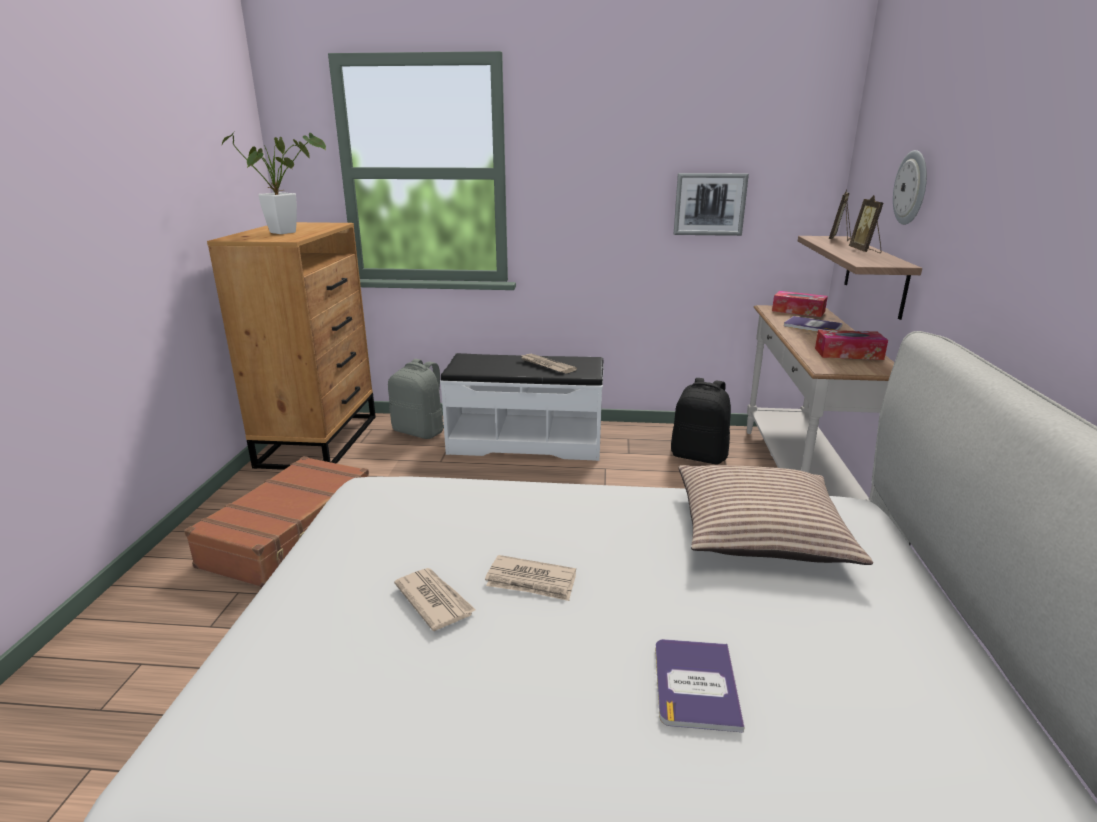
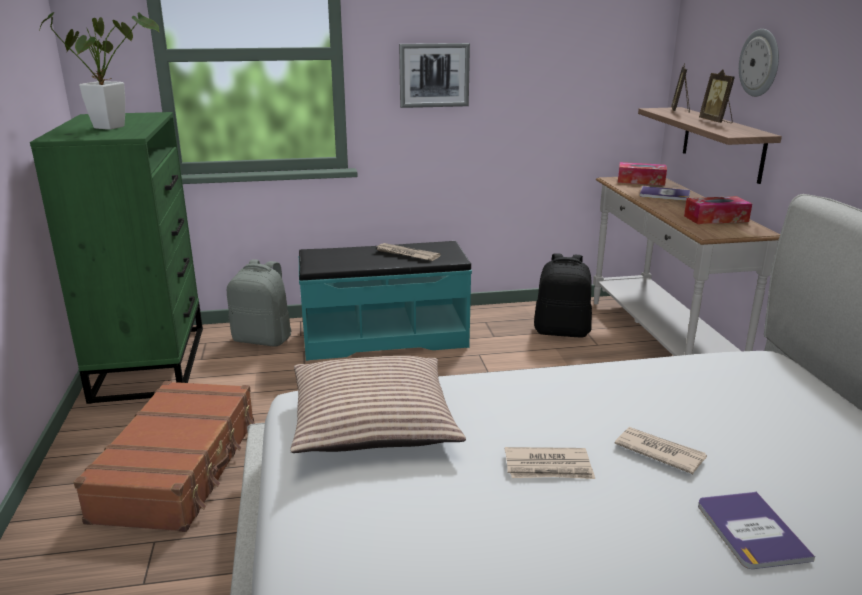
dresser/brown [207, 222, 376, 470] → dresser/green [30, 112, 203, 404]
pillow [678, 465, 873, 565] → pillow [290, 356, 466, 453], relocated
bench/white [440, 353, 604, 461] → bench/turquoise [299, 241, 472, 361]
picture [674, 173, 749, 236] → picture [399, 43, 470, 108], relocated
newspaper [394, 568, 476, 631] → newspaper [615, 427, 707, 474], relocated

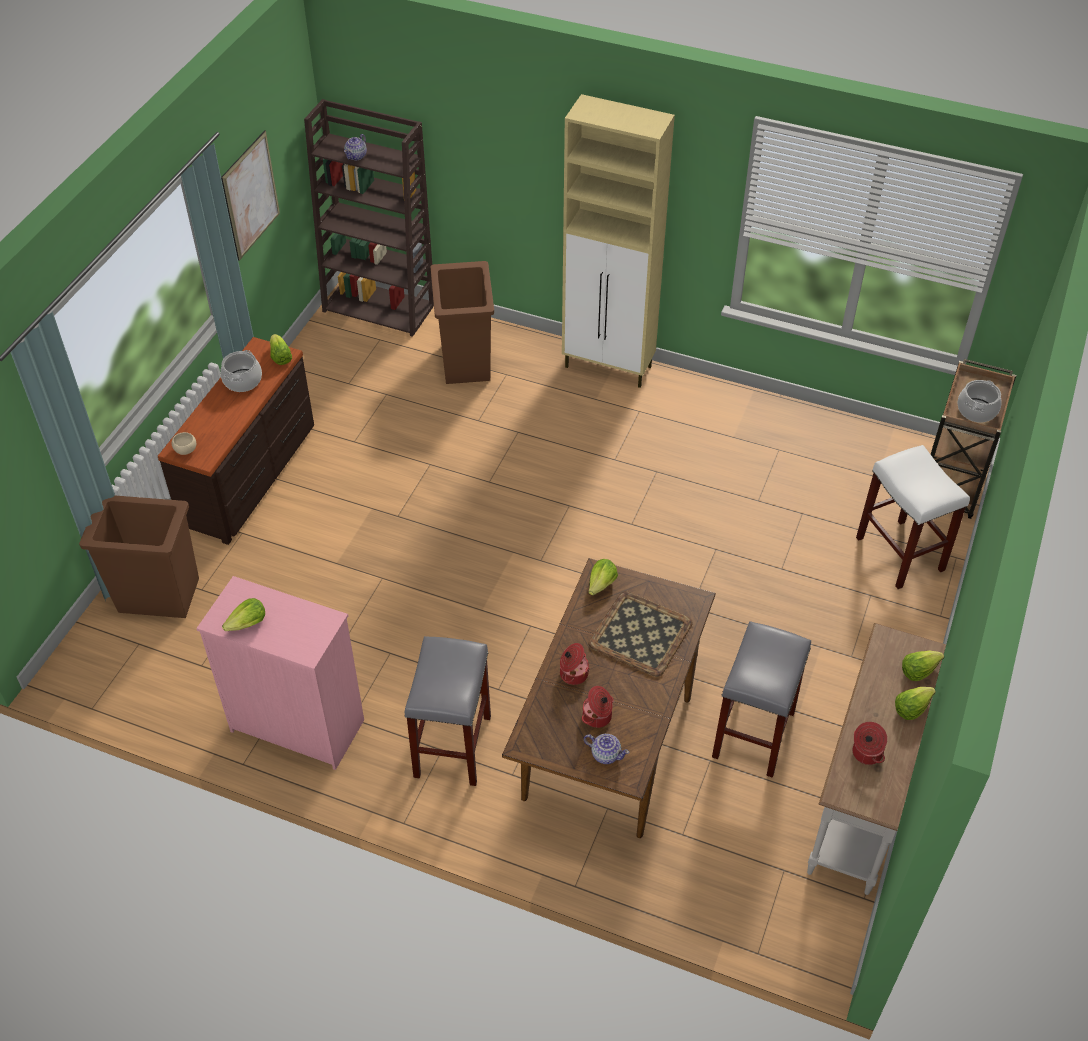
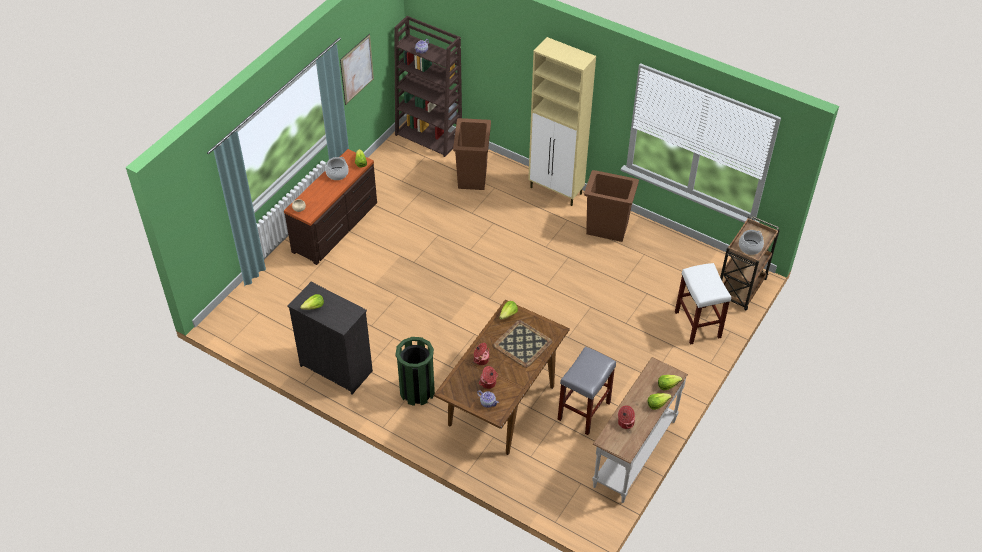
dresser/pink [196, 576, 364, 770] → dresser/black [288, 282, 373, 394]
stool/grey [404, 636, 491, 786] → trash can/green [395, 337, 435, 406]
trash can/brown [79, 496, 199, 618] → trash can/brown [584, 170, 639, 242], relocated

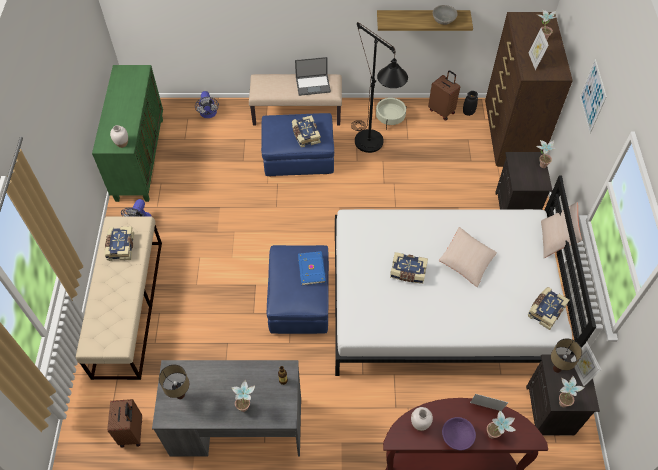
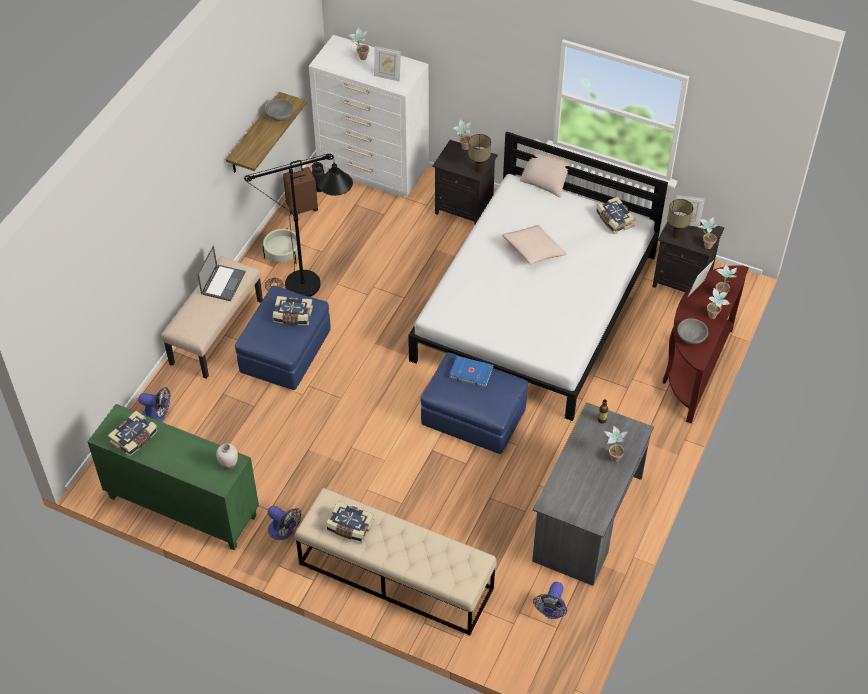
book [390, 252, 428, 284] → book [108, 411, 158, 457], relocated
dresser/brown [485, 12, 573, 167] → dresser/white [309, 35, 429, 198]
table lamp [159, 365, 189, 399] → table lamp [468, 134, 491, 173], relocated
suitcase/brown [107, 399, 142, 448] → fan [533, 582, 567, 619]
vase/white [411, 407, 433, 431] → bowl/grey [677, 318, 708, 344]
bowl/purple [442, 417, 476, 450] → potted plant [707, 288, 730, 319]
picture [580, 59, 607, 134] → -

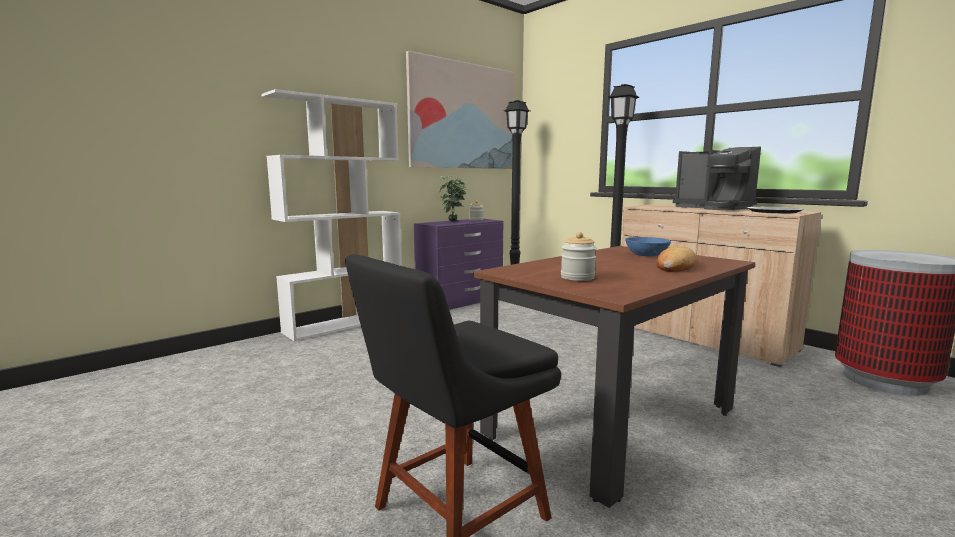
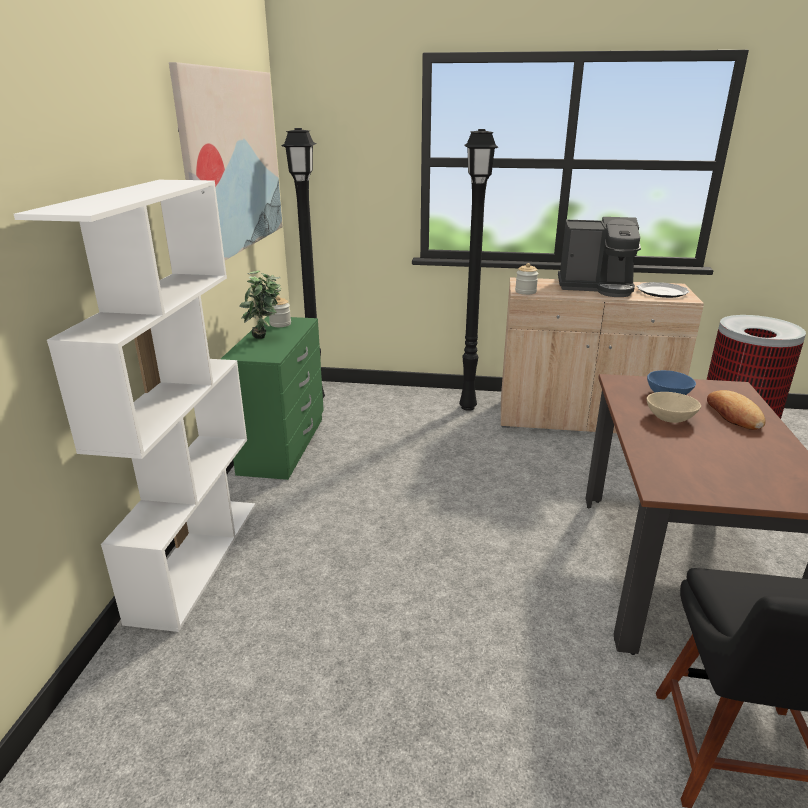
dresser/purple [414, 219, 503, 310] → dresser/green [221, 316, 324, 480]
jar [561, 232, 596, 281] → jar [515, 263, 538, 295], relocated
- → bowl/beige [647, 392, 701, 423]

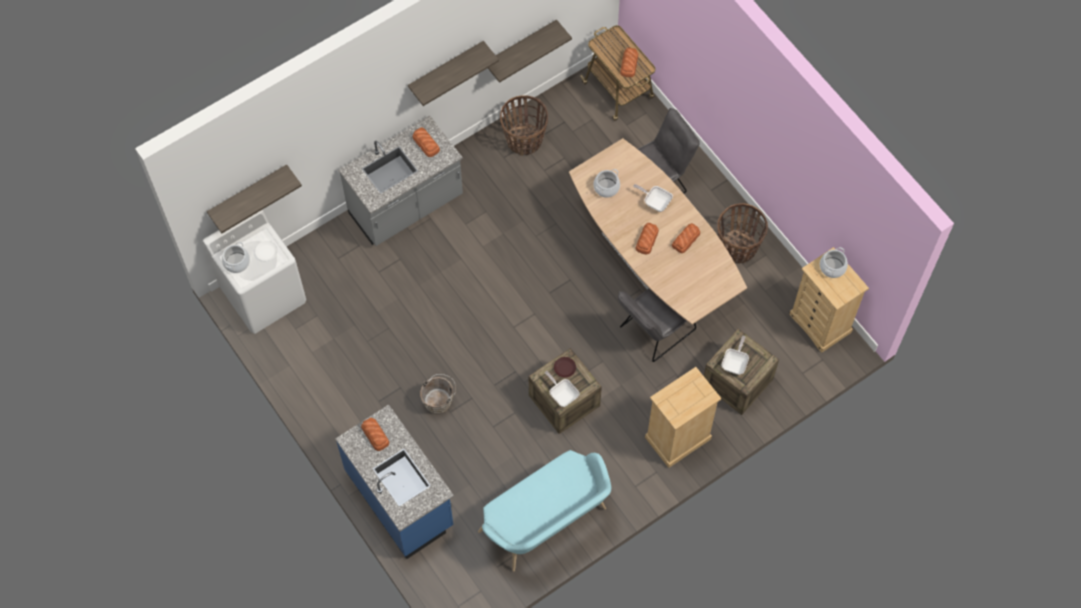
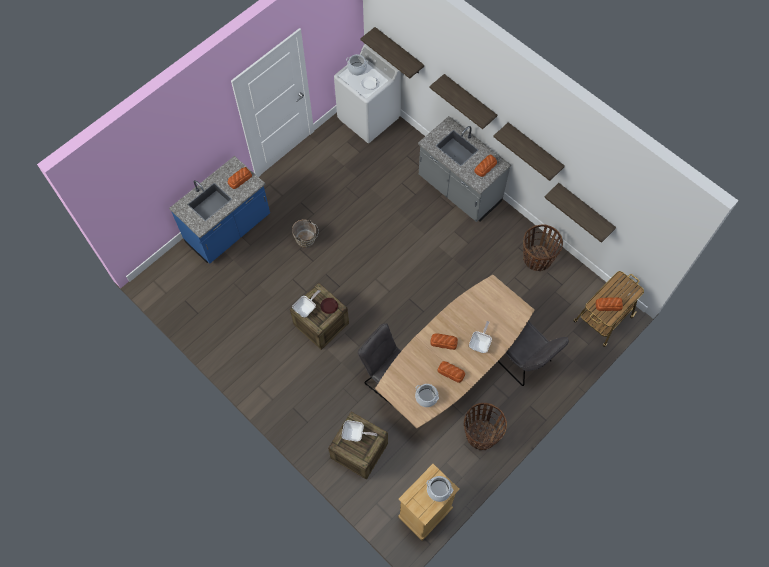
cooking pot [593, 169, 620, 198] → cooking pot [415, 384, 439, 407], relocated
- → shelf [429, 74, 497, 129]
bench/turquoise [478, 450, 611, 572] → -
dresser/beige [645, 367, 722, 468] → -

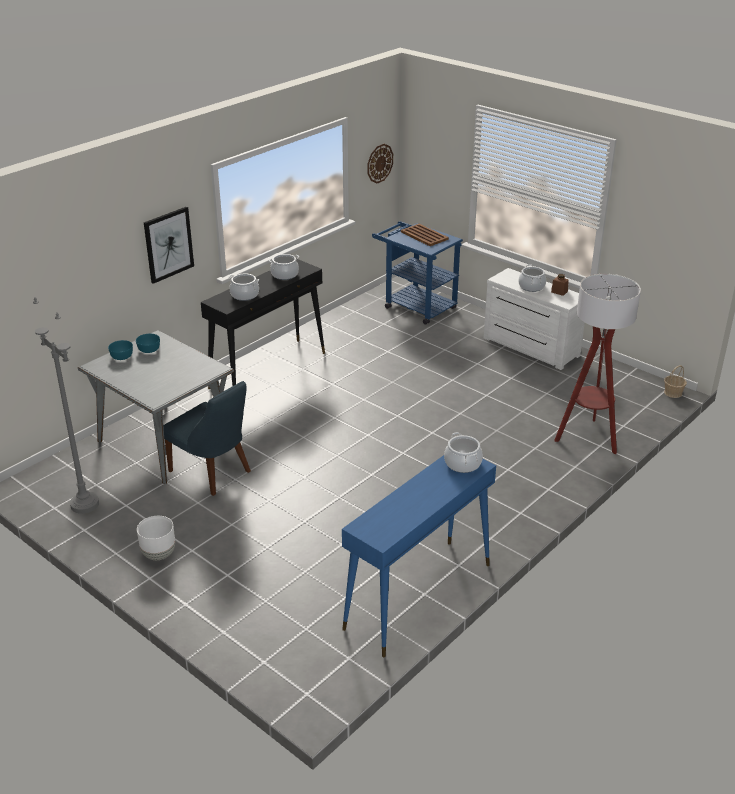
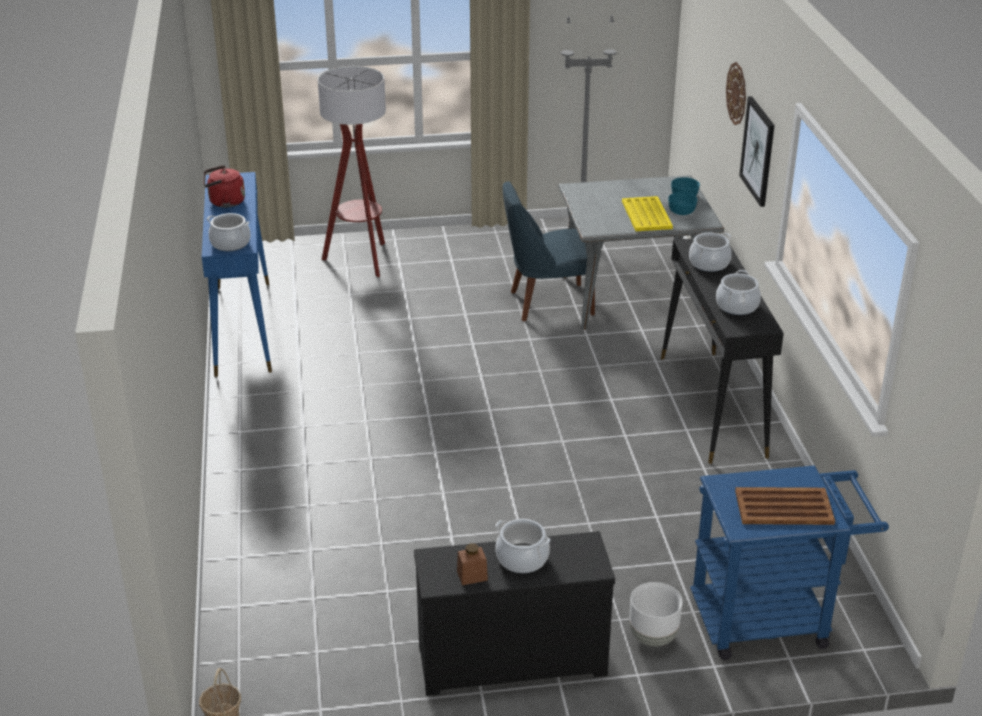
- → kettle/red [204, 165, 245, 208]
floor lamp [554, 274, 641, 454] → floor lamp [318, 66, 386, 277], relocated
dresser/white [484, 268, 585, 370] → dresser/black [414, 531, 615, 696]
- → tray/yellow [622, 196, 673, 231]
planter/white [137, 516, 175, 560] → planter/white [629, 582, 683, 647], relocated
wall clock [368, 144, 393, 184] → wall clock [726, 62, 746, 125], relocated

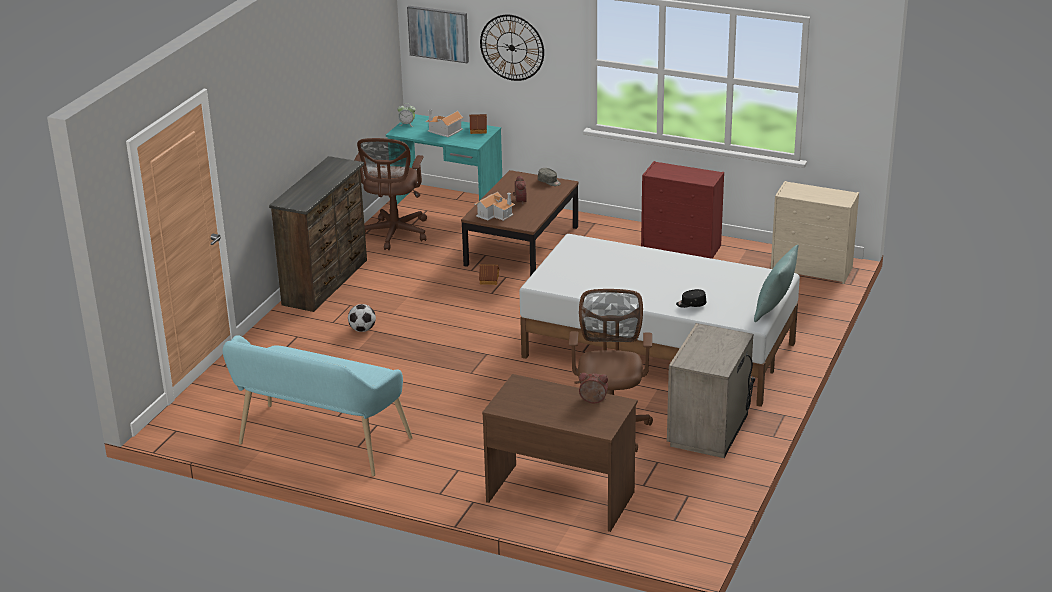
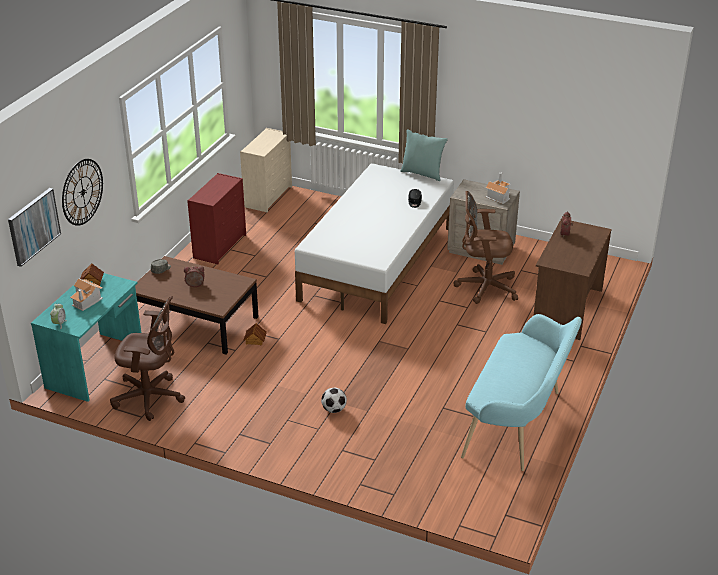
toy house [474, 192, 515, 221] → toy house [485, 172, 511, 204], relocated
dresser/brown [269, 156, 367, 312] → -

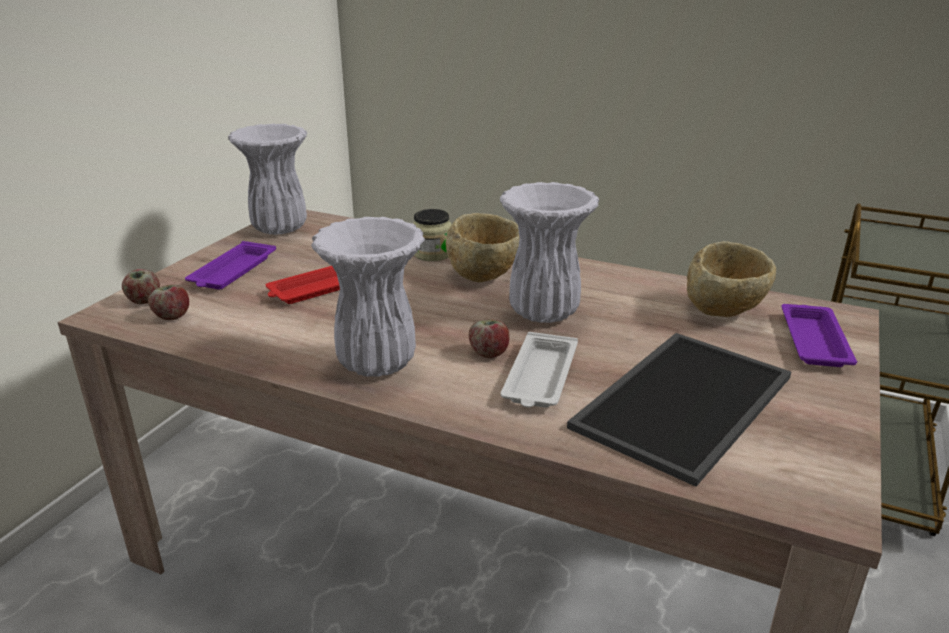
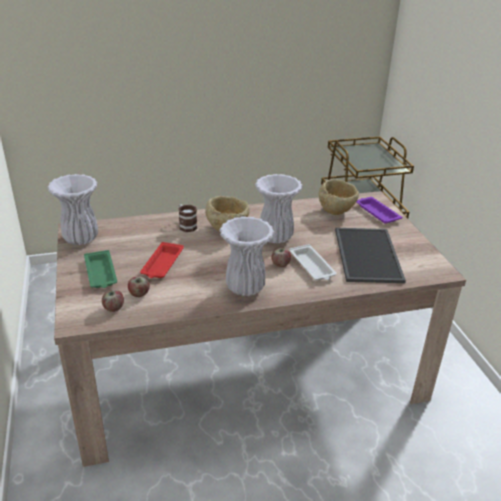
tray/purple [185, 241, 276, 289] → tray/green [84, 250, 117, 288]
apple [122, 269, 160, 304] → apple [128, 276, 150, 297], relocated
jar [413, 209, 452, 261] → mug [178, 204, 197, 232]

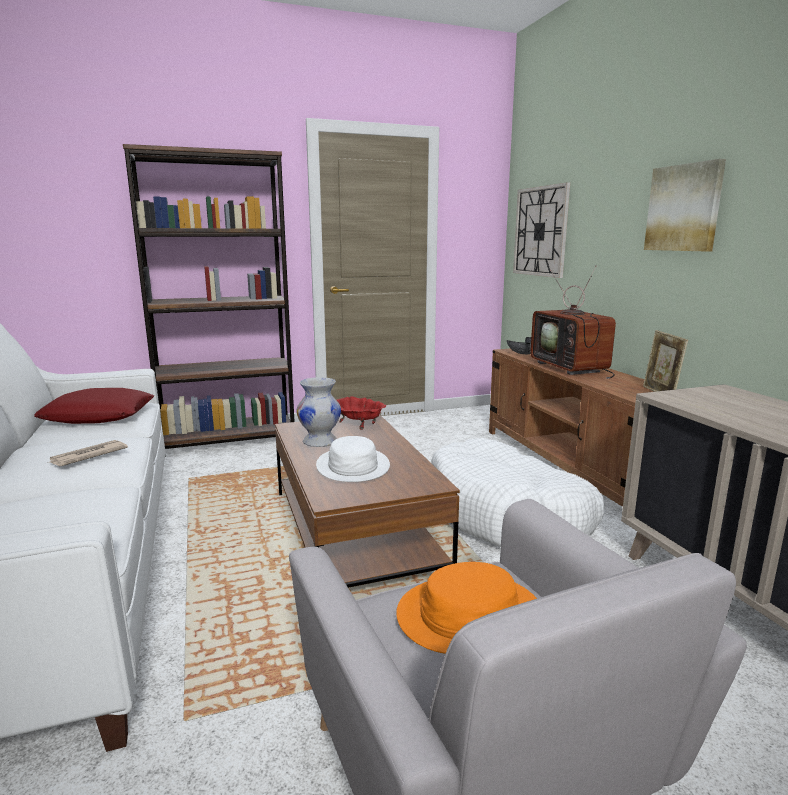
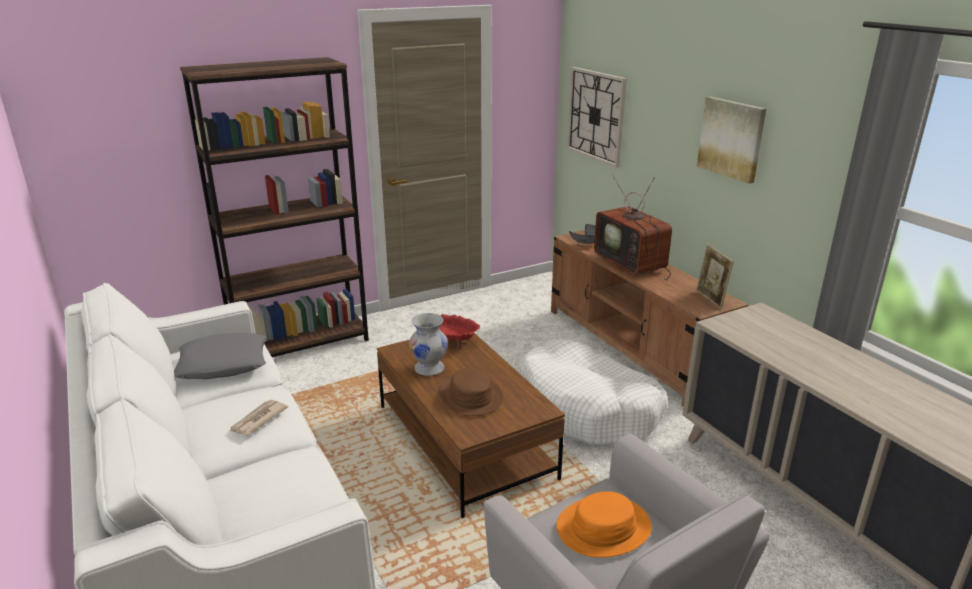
pillow/red [34, 388, 154, 424] → pillow/grey [174, 333, 267, 379]
hat/white [316, 436, 390, 482] → hat/brown [439, 369, 503, 416]

